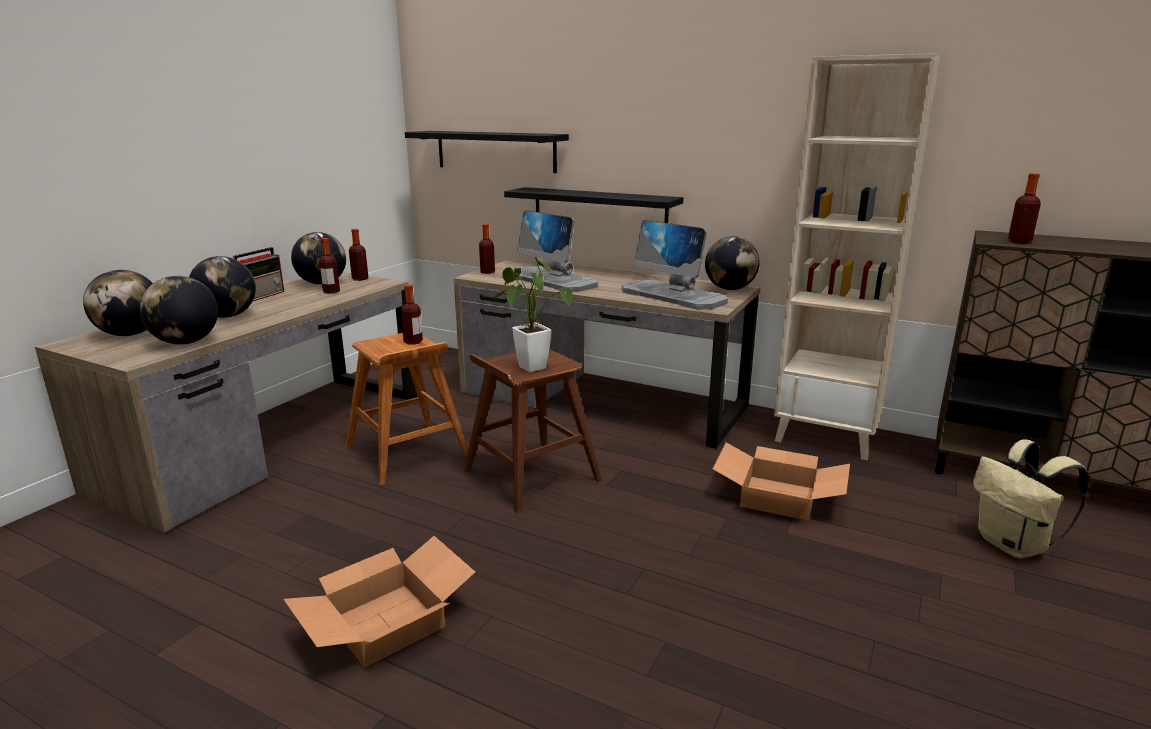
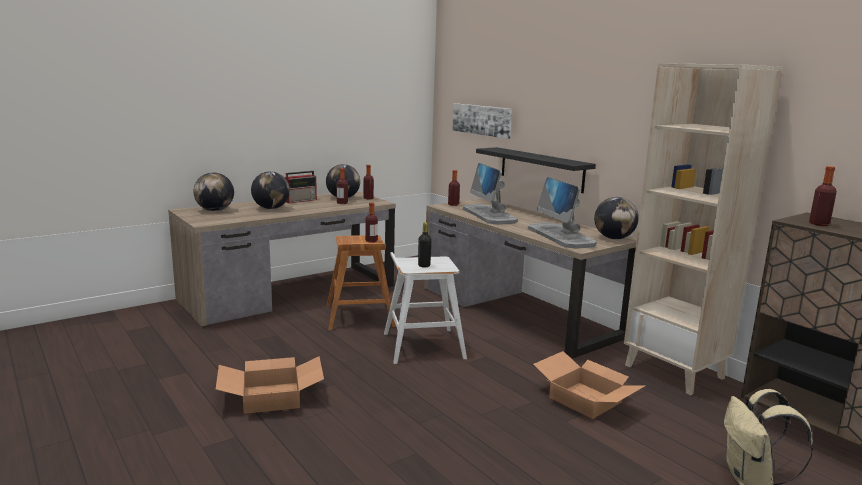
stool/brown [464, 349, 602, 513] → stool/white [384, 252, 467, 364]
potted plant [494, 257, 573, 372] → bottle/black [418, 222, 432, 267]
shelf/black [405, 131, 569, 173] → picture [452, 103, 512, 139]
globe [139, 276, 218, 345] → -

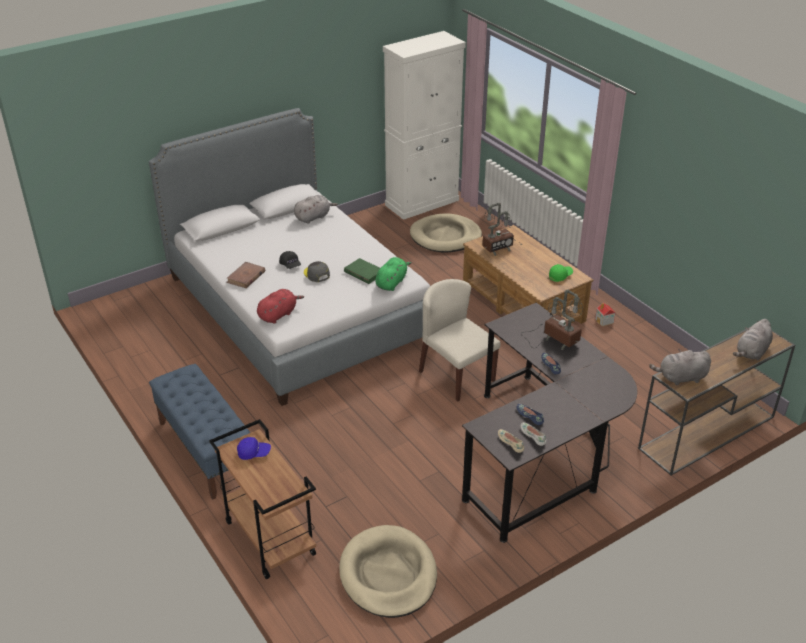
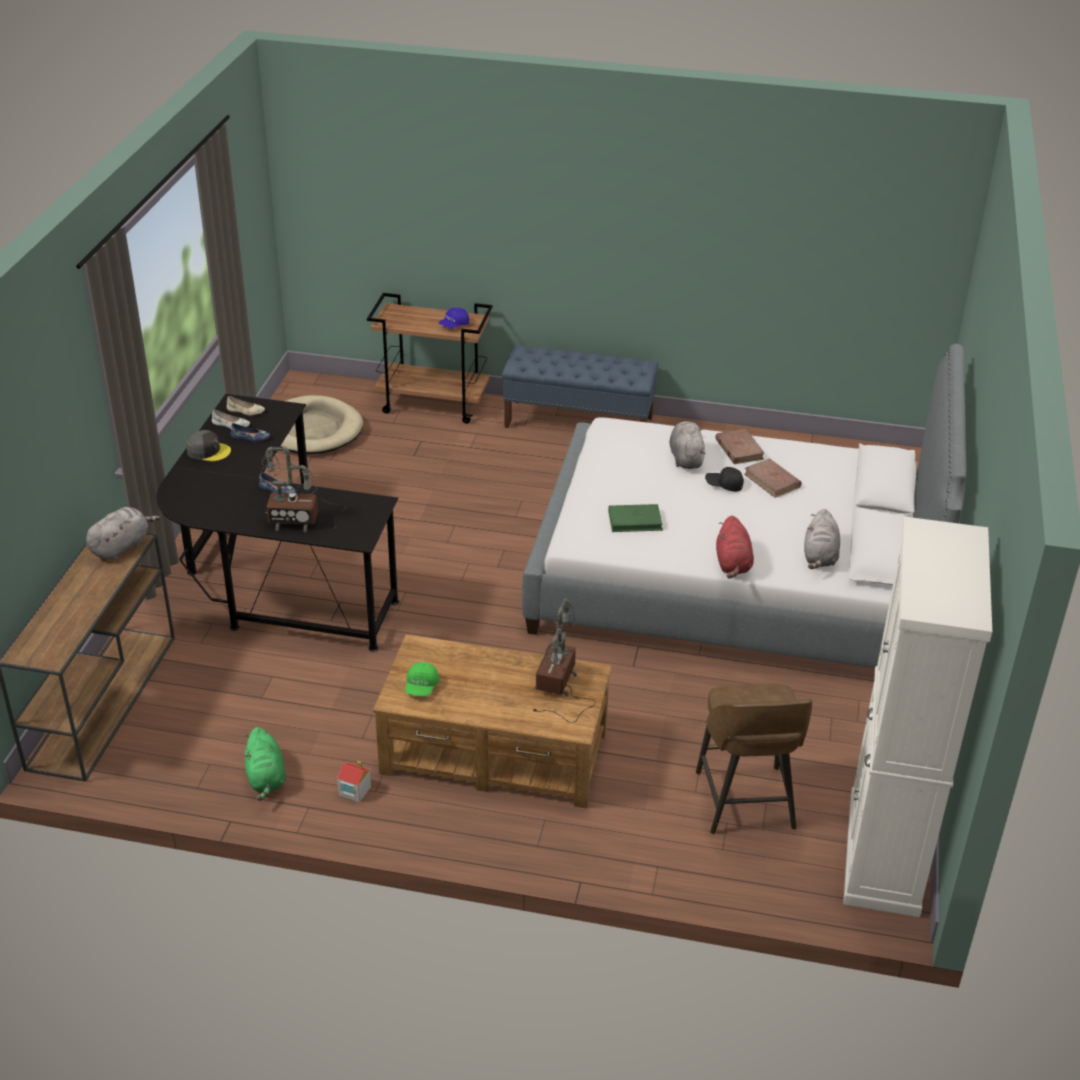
cap/grey [304, 261, 330, 282] → cap/grey [187, 430, 231, 461], relocated
plush toy/green [375, 257, 412, 291] → plush toy/green [244, 727, 286, 801], relocated
plush toy/grey [733, 319, 773, 360] → plush toy/grey [669, 421, 706, 469], relocated
dog bed/beige [410, 214, 482, 253] → stool/brown [696, 683, 813, 834]
plush toy/red [257, 289, 304, 324] → plush toy/red [716, 516, 754, 578], relocated
- → book/brown [744, 458, 802, 498]
chair/beige [419, 279, 501, 401] → -

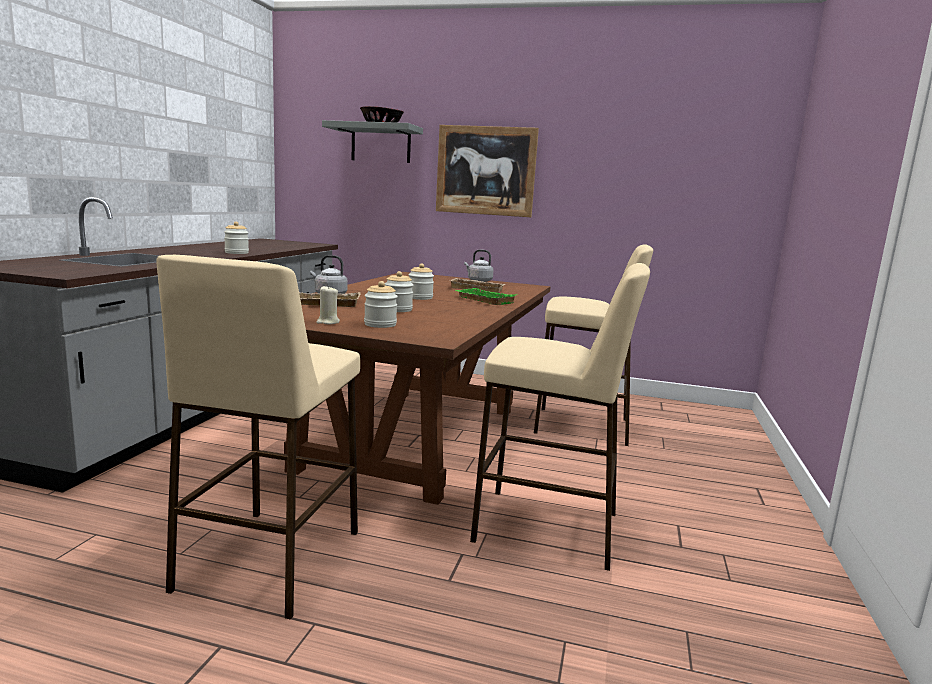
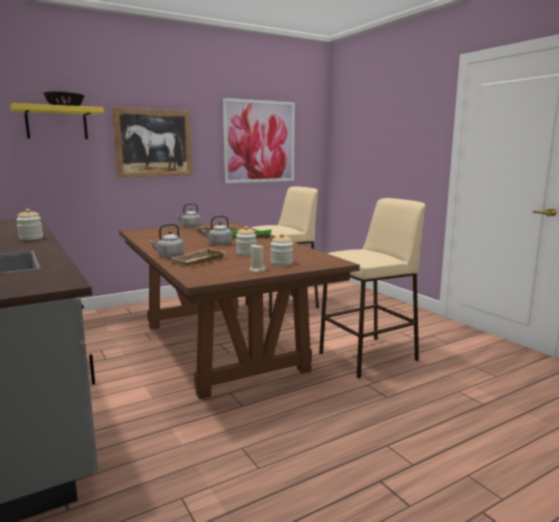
shelf/grey [322, 120, 423, 163] → shelf/yellow [10, 103, 104, 139]
jar [409, 264, 434, 300] → kettle/grey [202, 215, 232, 245]
- → picture [222, 98, 295, 183]
stool/beige [156, 255, 360, 619] → -

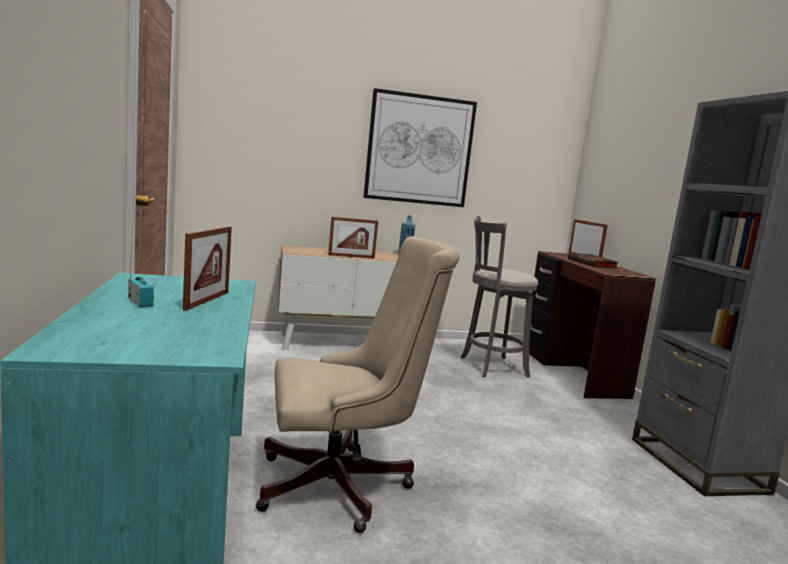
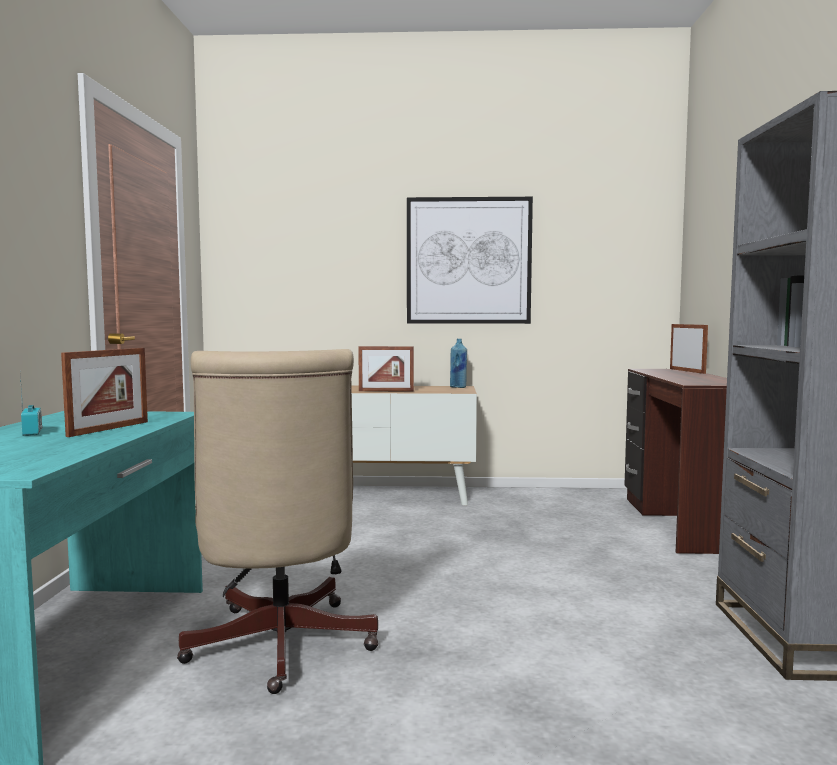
office chair/beige [256, 236, 460, 533] → office chair/beige [177, 349, 378, 694], 75 degrees clockwise
stool/grey [461, 216, 538, 377] → -
book [568, 253, 619, 269] → -

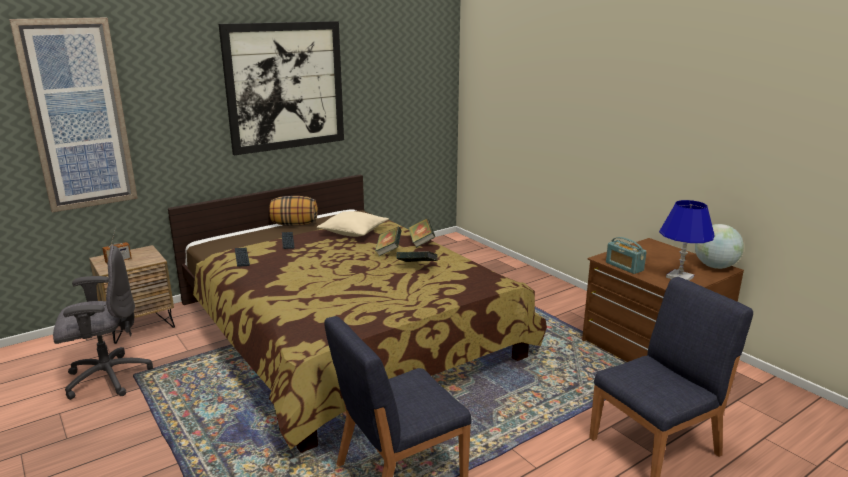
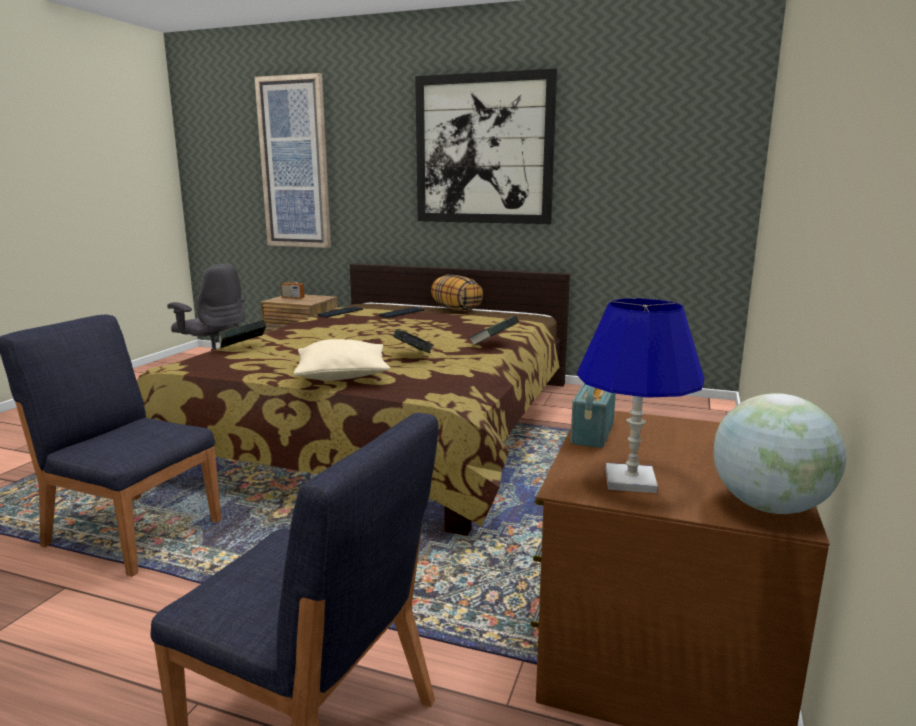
book [375, 227, 402, 256] → book [217, 320, 266, 348], relocated
pillow/beige [317, 211, 389, 237] → pillow/beige [293, 339, 391, 381], relocated

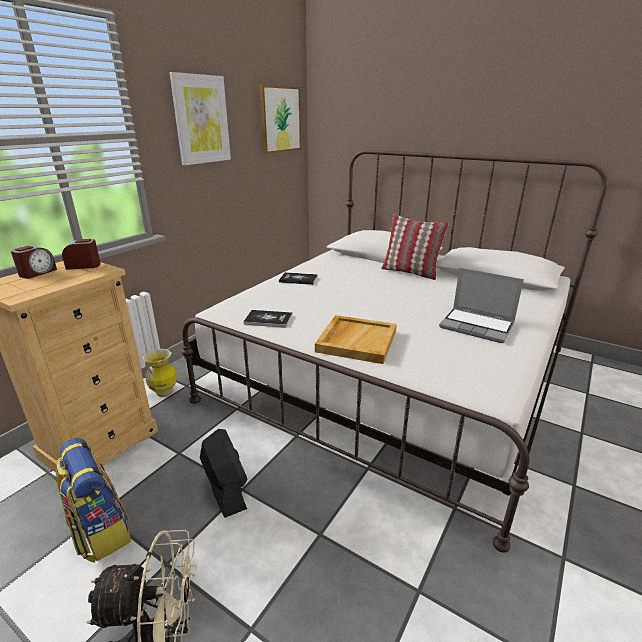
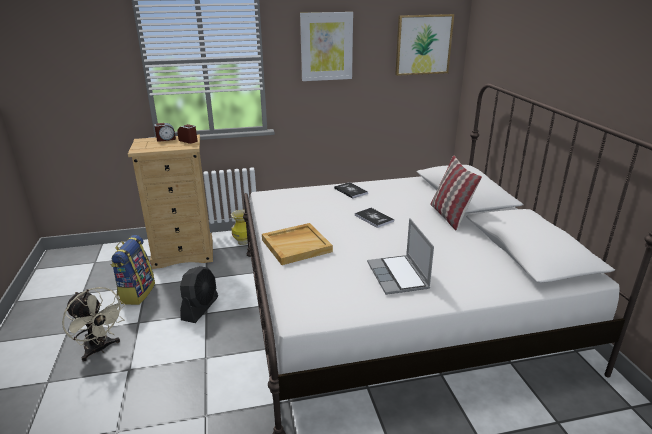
book [243, 310, 292, 328] → book [355, 208, 394, 228], relocated

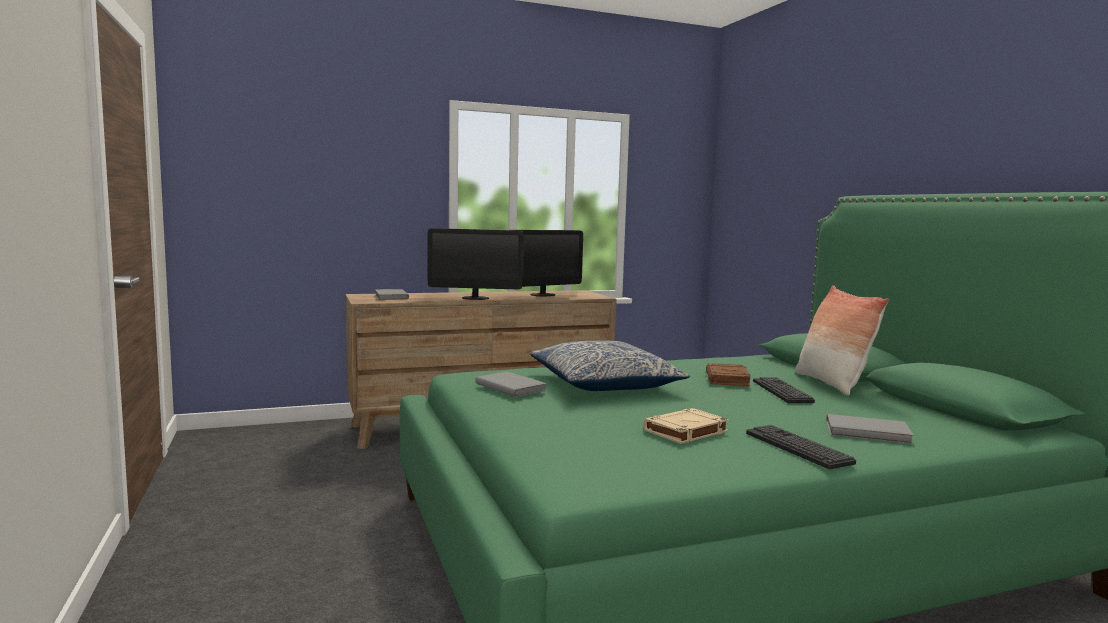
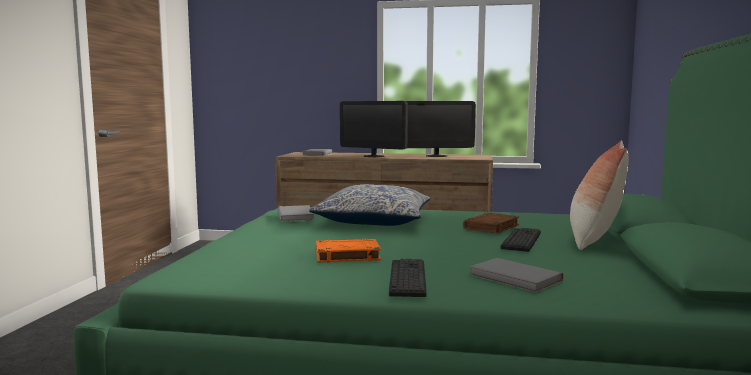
book/beige [643, 408, 729, 444] → book/orange [316, 239, 381, 263]

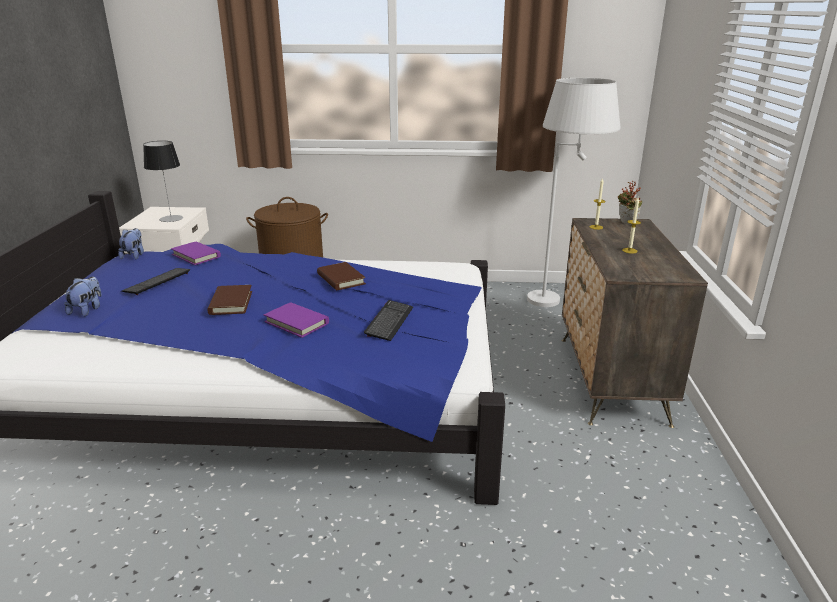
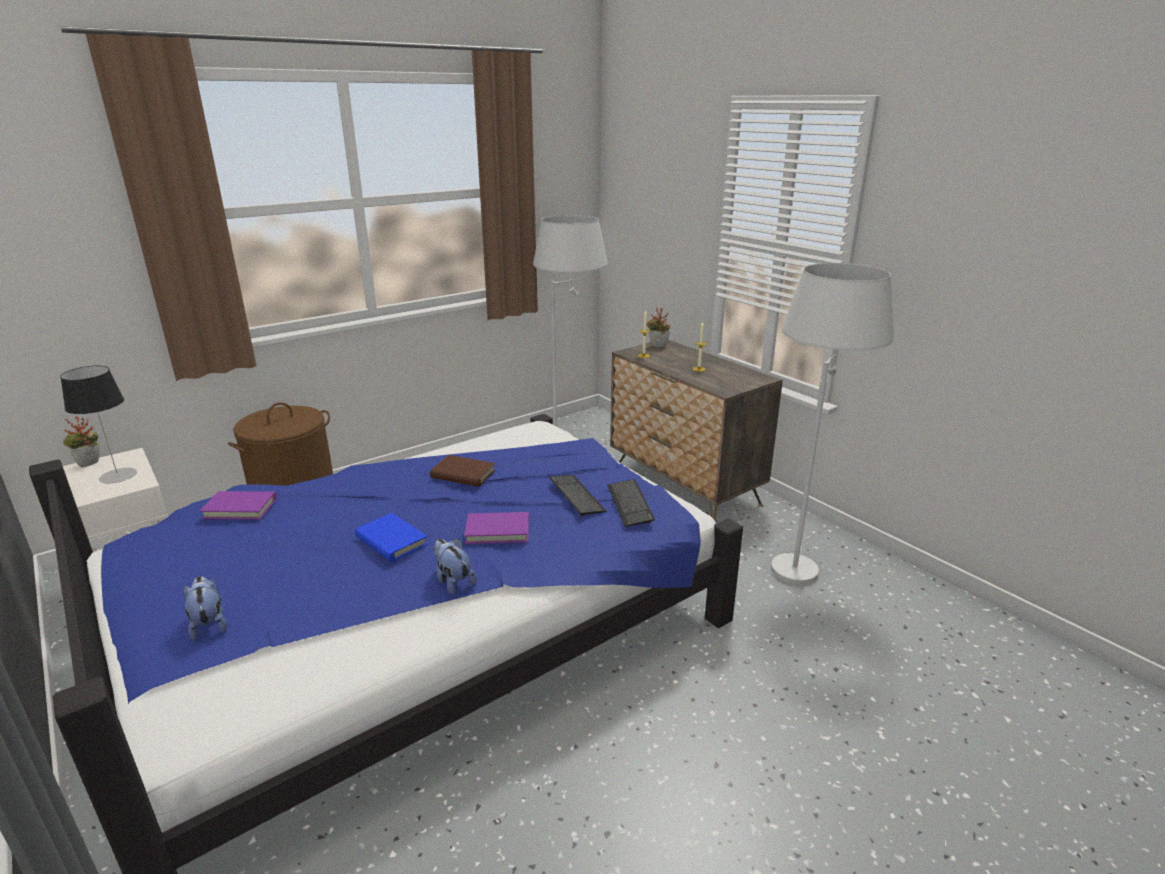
- → potted plant [63, 417, 100, 467]
book/brown [207, 285, 252, 315] → book/blue [355, 513, 428, 562]
plush toy [118, 228, 144, 259] → plush toy [433, 539, 477, 595], relocated
keyboard [121, 268, 190, 295] → keyboard [608, 479, 655, 527], relocated
- → floor lamp/white [771, 263, 894, 585]

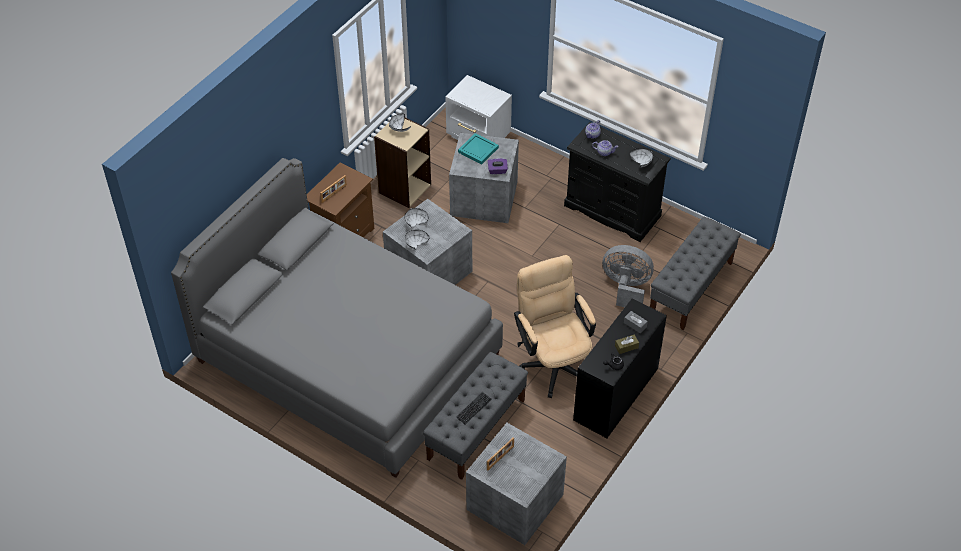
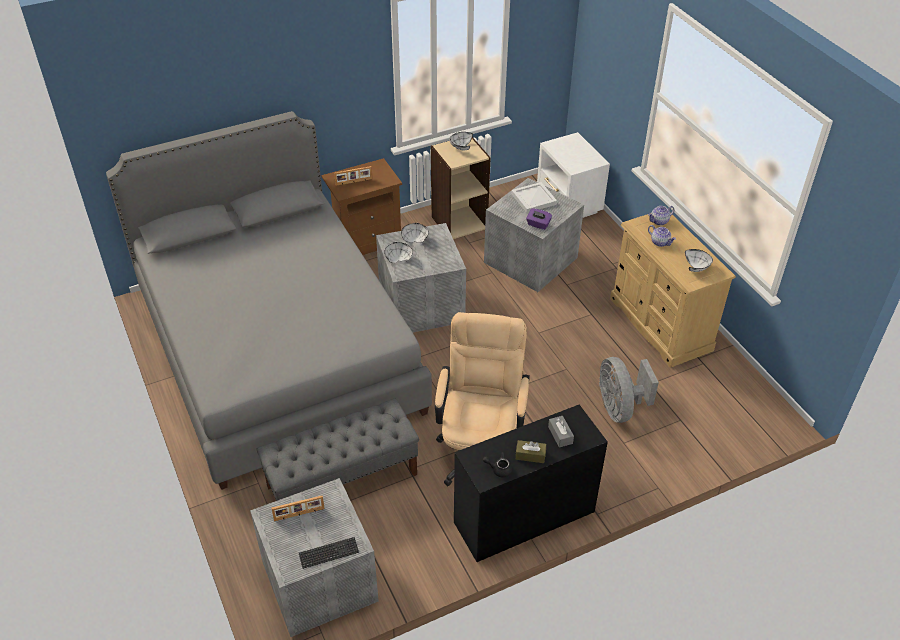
keyboard [456, 392, 492, 424] → keyboard [299, 537, 359, 569], relocated
tray/turquoise [458, 133, 499, 165] → tray/white [511, 182, 557, 213]
fan/grey [602, 245, 654, 307] → fan/grey [599, 357, 659, 423], 150 degrees counterclockwise
dresser/black [564, 122, 671, 242] → dresser/beige [610, 214, 736, 368]
bench/grey [650, 217, 741, 330] → -

